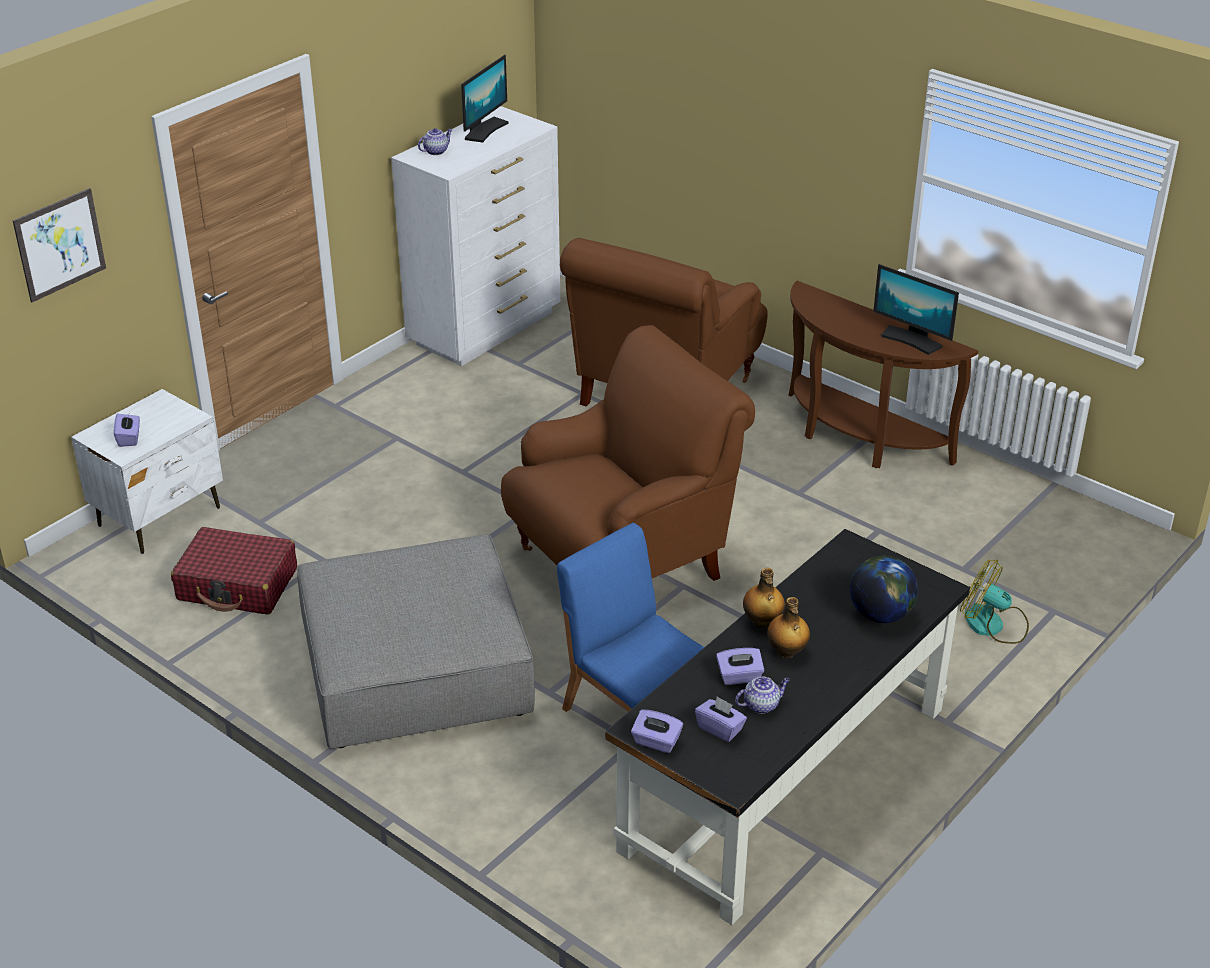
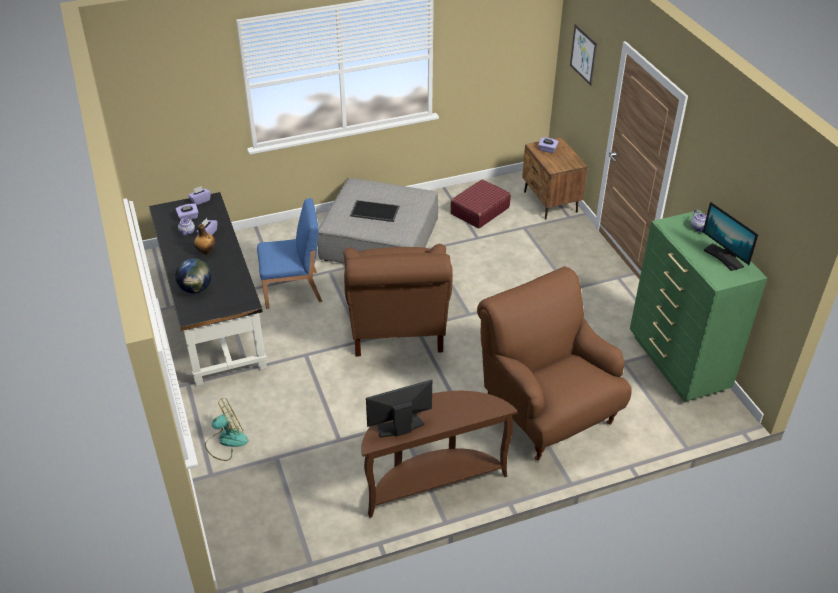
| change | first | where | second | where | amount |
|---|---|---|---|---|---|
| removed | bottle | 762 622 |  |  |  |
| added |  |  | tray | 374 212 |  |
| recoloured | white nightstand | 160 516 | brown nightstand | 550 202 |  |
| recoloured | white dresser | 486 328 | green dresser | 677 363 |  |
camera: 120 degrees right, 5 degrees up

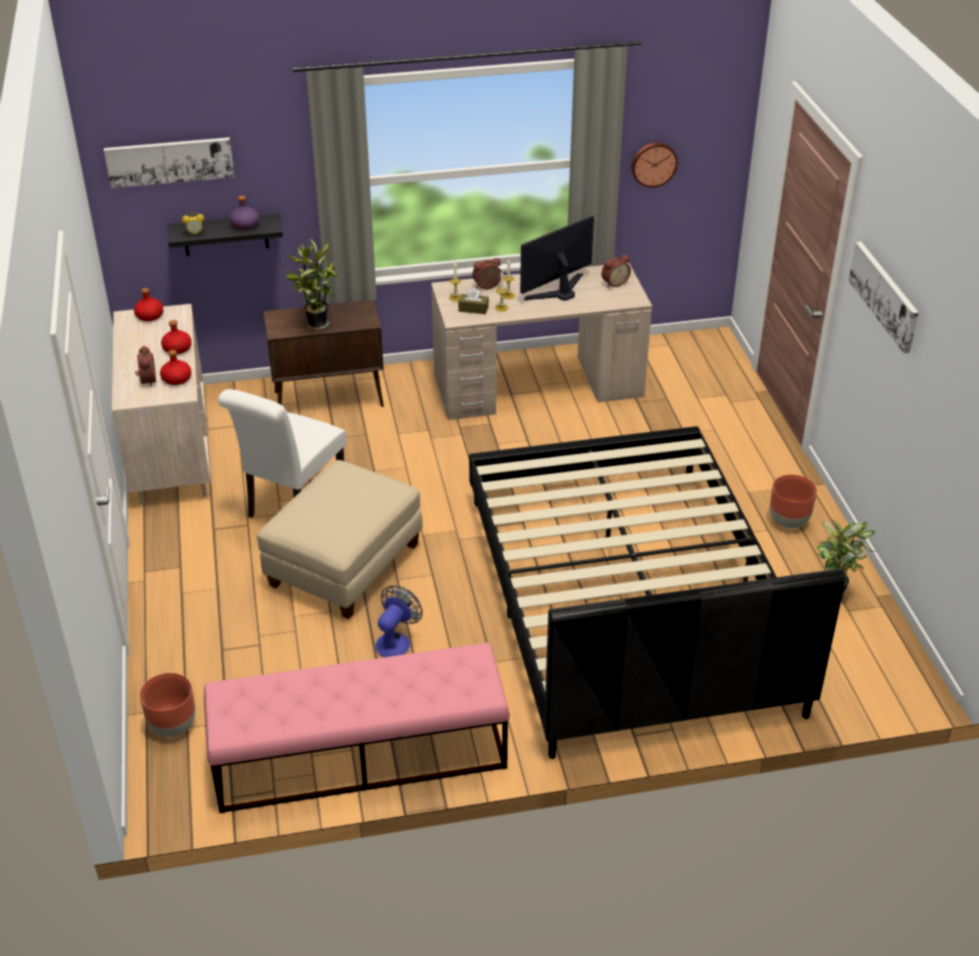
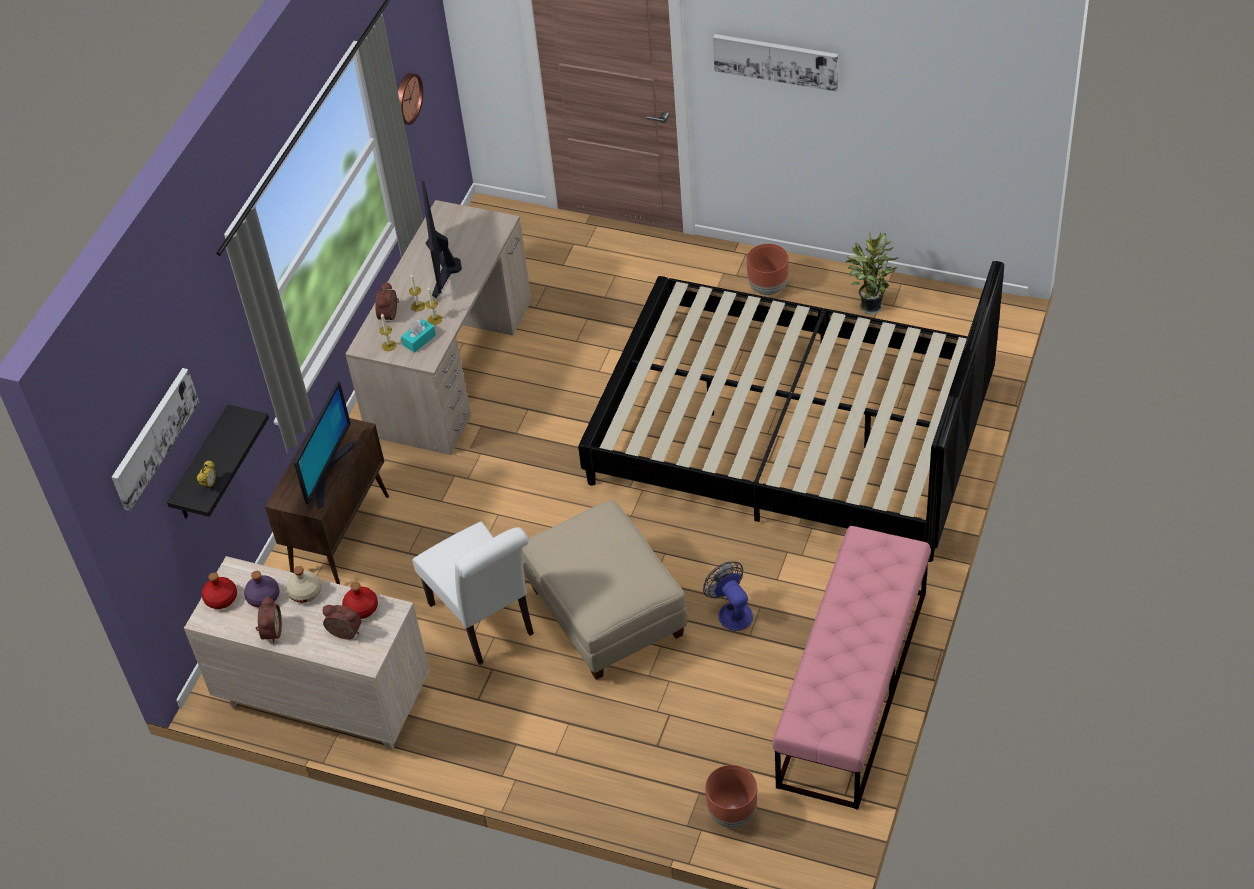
| change | first | where | second | where | amount |
|---|---|---|---|---|---|
| moved | purple bottle | 245 225 |  | 263 597 |  |
| moved | alarm clock | 614 283 |  | 270 632 |  |
| replaced | potted plant | 315 324 | monitor | 326 473 |  |
| recoloured | red bottle | 177 348 | beige bottle | 305 592 |  |
| recoloured | brown tissue box | 473 309 | turquoise tissue box | 419 340 |  |
camera: 55 degrees left, 10 degrees up

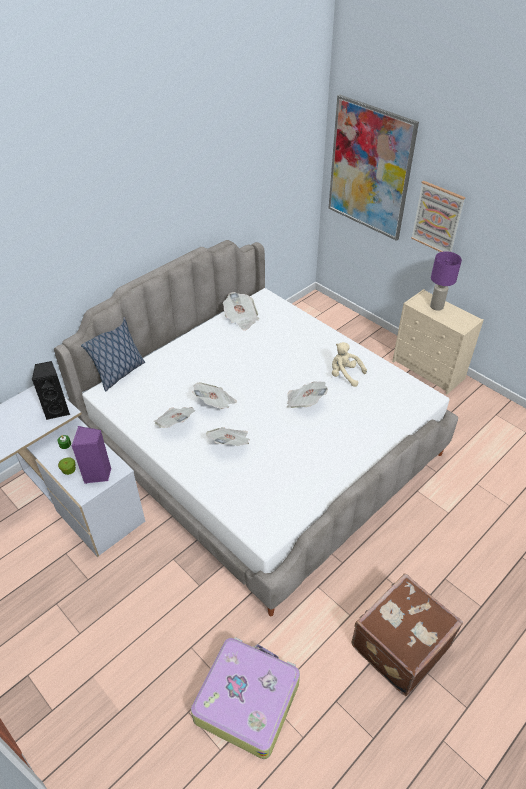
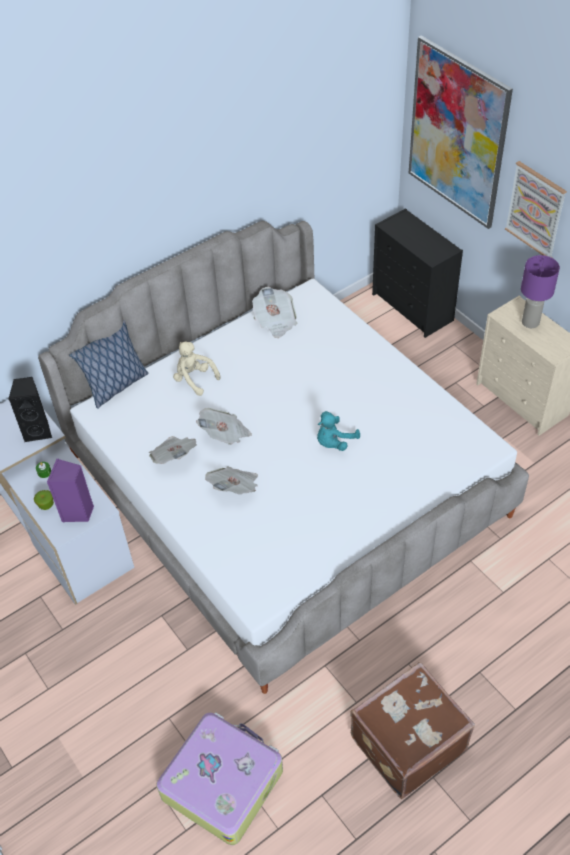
| change | first | where | second | where | amount |
|---|---|---|---|---|---|
| added |  |  | black dresser | 413 308 |  |
| moved | beige plush toy | 345 375 |  | 194 379 |  |
| replaced | newspaper | 305 402 | turquoise plush toy | 334 442 |  |
camera: 10 degrees right, 5 degrees up

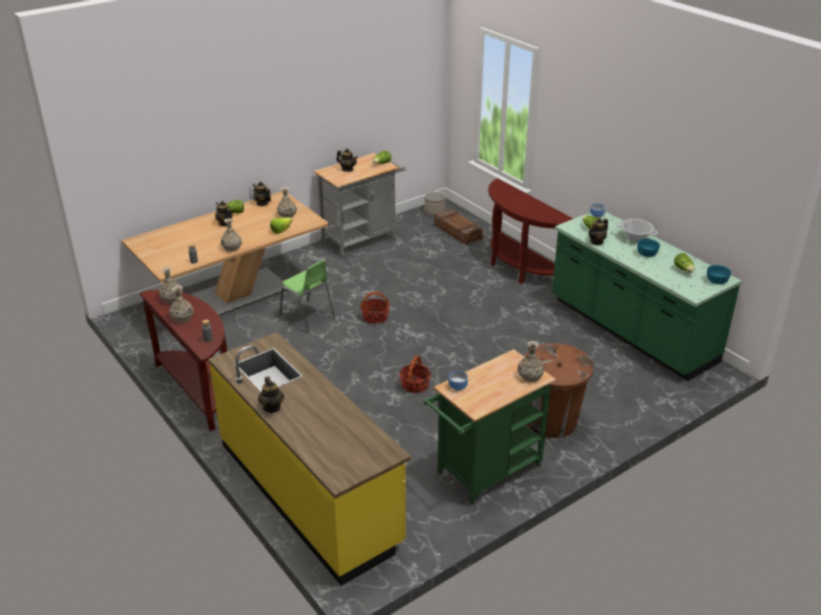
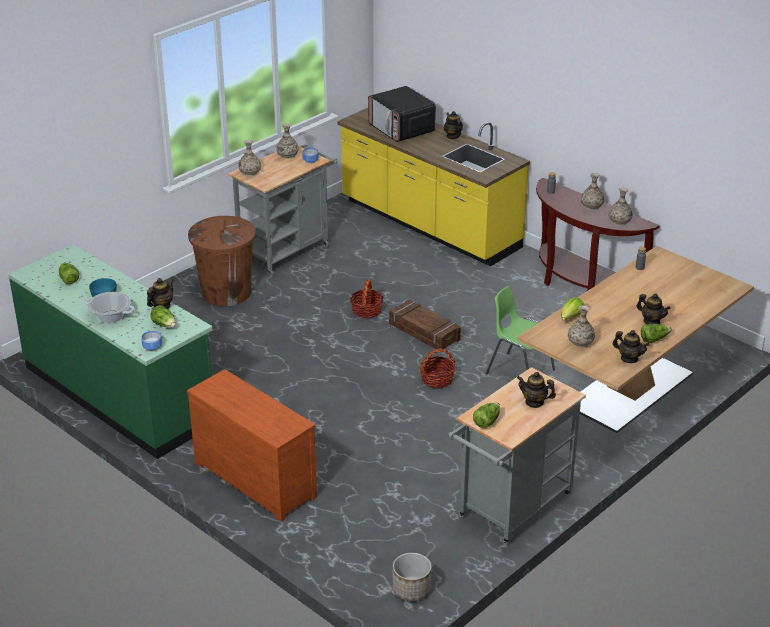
| change | first | where | second | where | amount |
|---|---|---|---|---|---|
| removed | turquoise bowl | 716 280 |  |  |  |
| added |  |  | microwave | 401 129 |  |
| moved | vase | 231 248 |  | 288 155 |  |
| moved | crate | 458 232 |  | 423 332 |  |
| replaced | brown console table | 519 268 | brown dresser | 257 478 |  |
| recoloured | green cart | 484 473 | grey cart | 288 250 |  |
camera: 170 degrees right, 0 degrees up

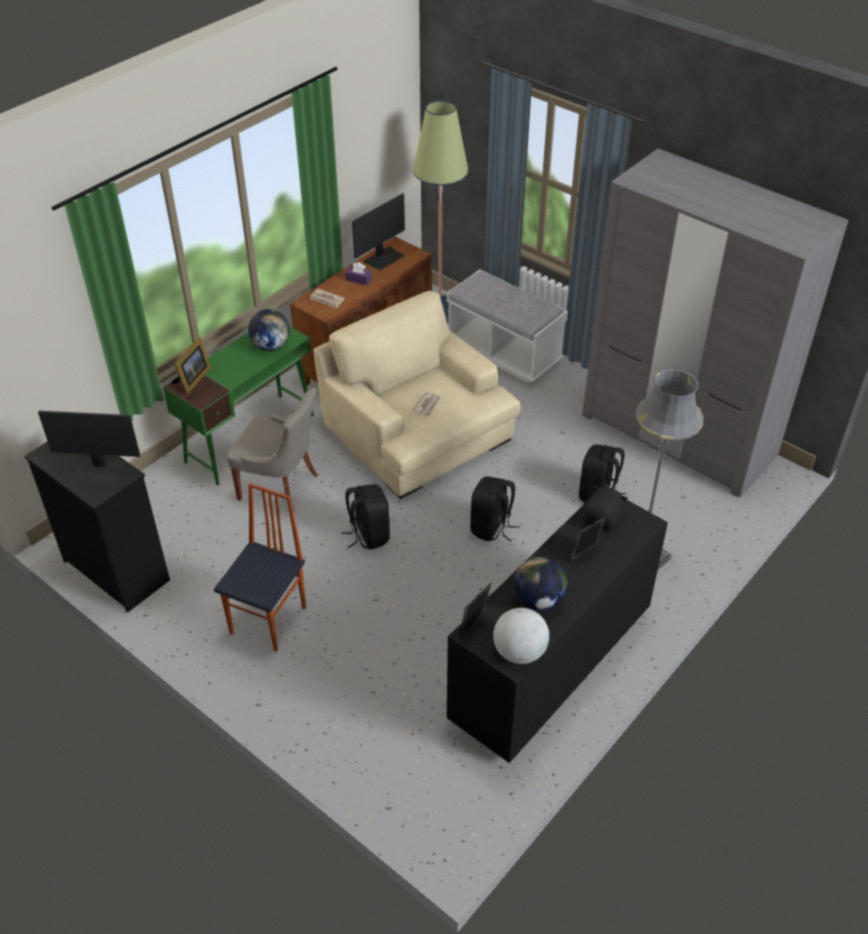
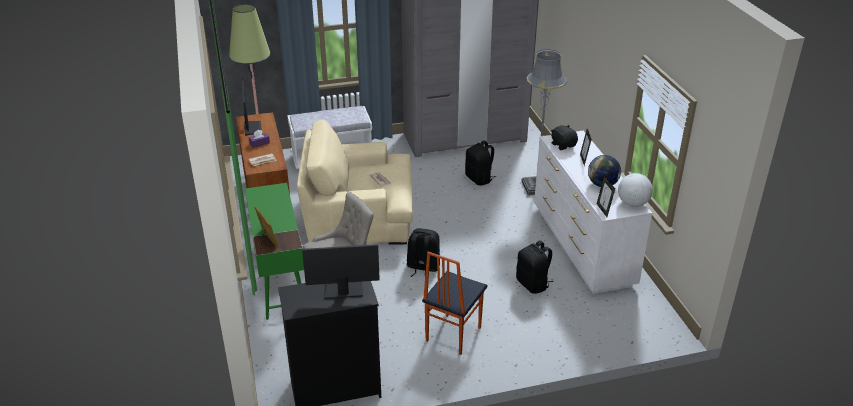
| change | first | where | second | where | amount |
|---|---|---|---|---|---|
| removed | globe | 271 346 |  |  |  |
| moved | black backpack | 491 528 |  | 533 284 |  |
| recoloured | black dresser | 550 666 | white dresser | 582 246 |  |
| turned | monitor | 98 472 |  | 343 291 | 135 degrees counterclockwise |
| turned | chair | 270 620 |  | 452 334 | 120 degrees counterclockwise |
camera: 55 degrees left, 10 degrees down

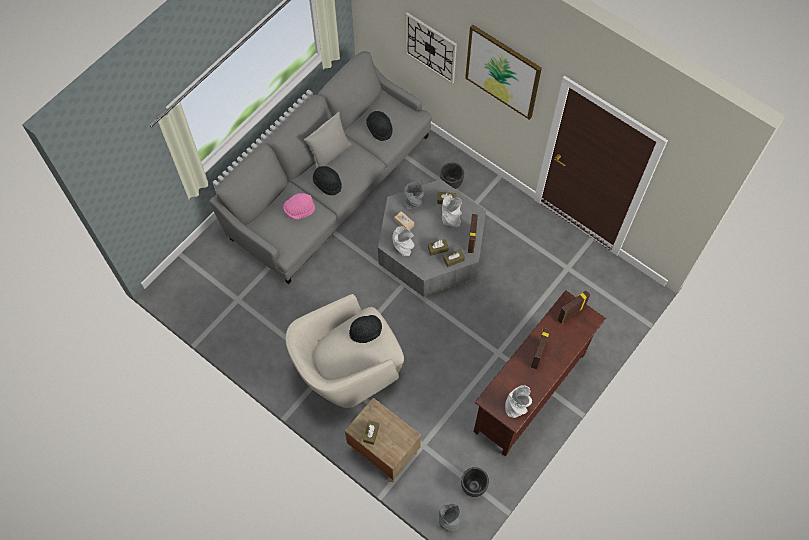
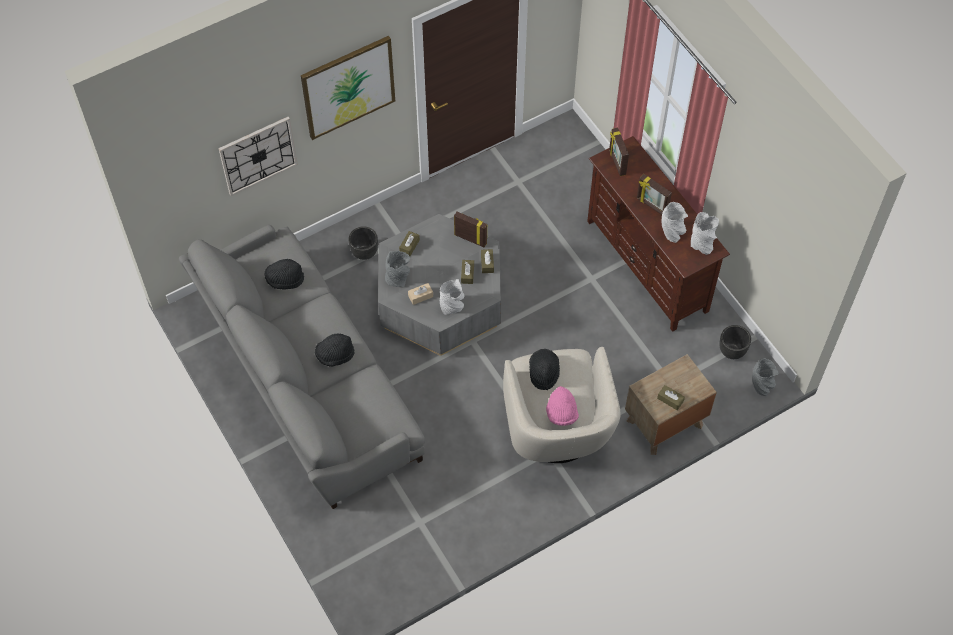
| change | first | where | second | where | amount |
|---|---|---|---|---|---|
| removed | grey pillow | 329 154 |  |  |  |
| moved | pink hat | 299 210 |  | 561 413 |  |
| moved | grey vase | 451 219 |  | 672 233 |  |
camera: 70 degrees left, 5 degrees down

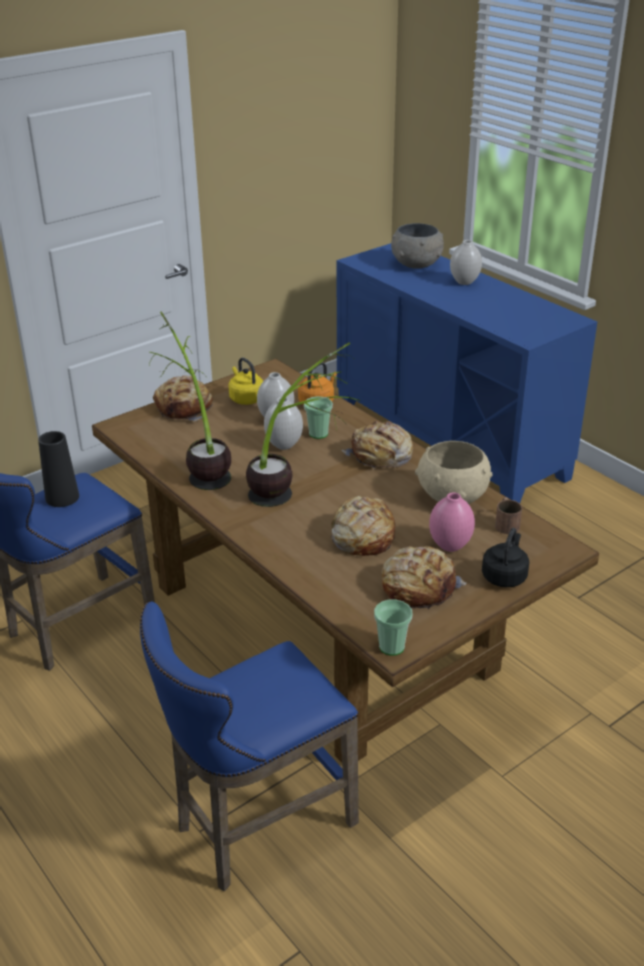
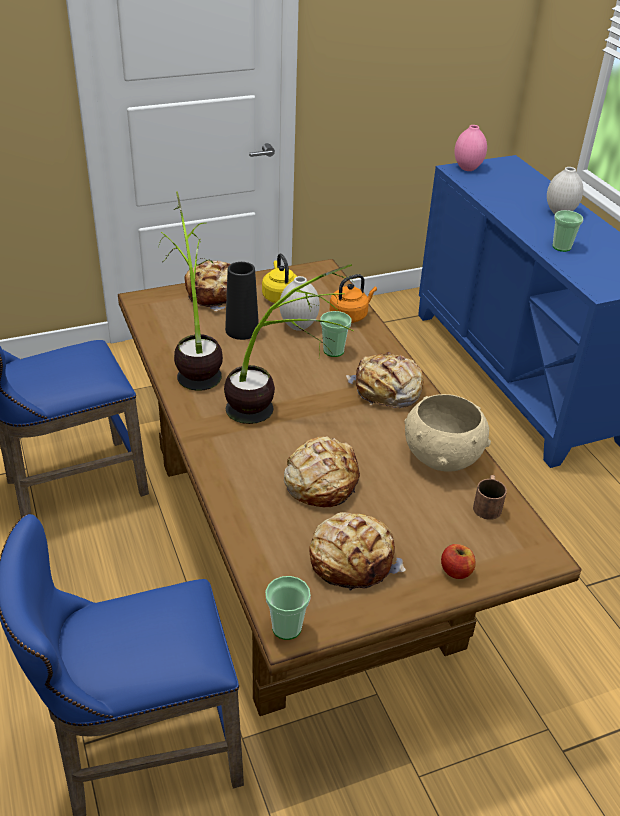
| change | first | where | second | where | amount |
|---|---|---|---|---|---|
| removed | white vase | 284 445 |  |  |  |
| removed | grey bowl | 416 264 |  |  |  |
| added |  |  | cup | 561 247 |  |
| moved | black vase | 62 497 |  | 242 330 |  |
| moved | pink vase | 449 546 |  | 467 168 |  |
| replaced | black kettle | 505 576 | apple | 456 571 |  |
camera: 15 degrees right, 5 degrees up

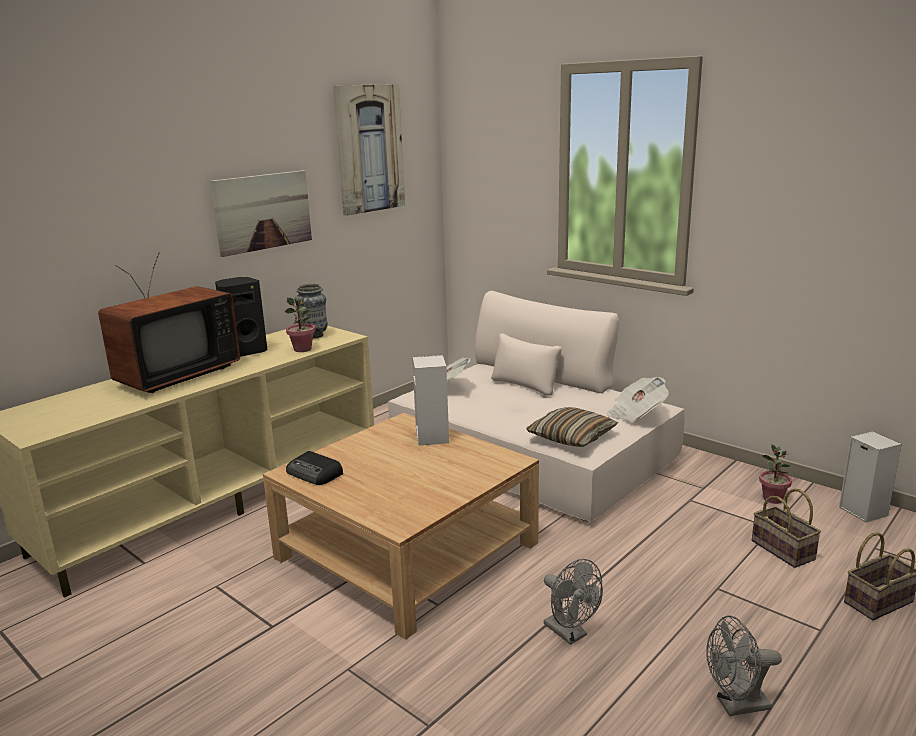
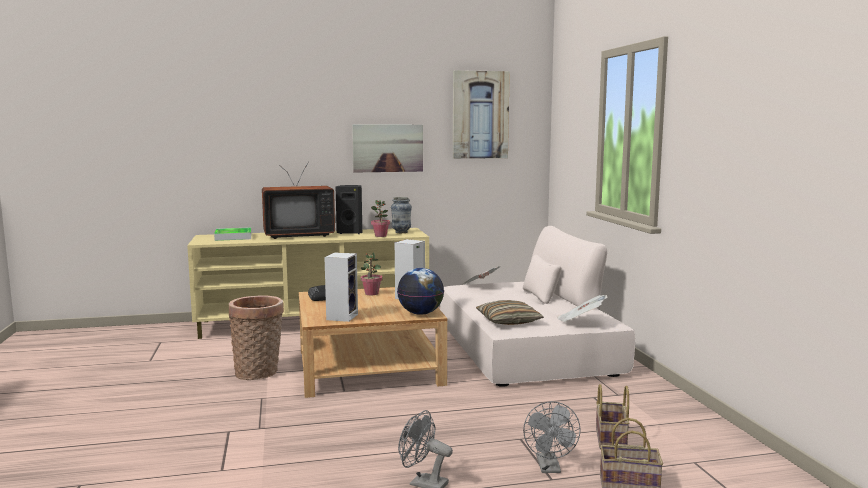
| change | first | where | second | where | amount |
|---|---|---|---|---|---|
| added |  |  | tray | 233 237 |  |
| added |  |  | basket | 259 373 |  |
| added |  |  | globe | 421 313 |  |
| moved | grey fan | 570 633 |  | 549 468 |  |
| moved | potted plant | 772 499 |  | 371 293 |  |
| moved | speaker | 861 511 |  | 342 316 |  |
camera: 35 degrees right, 10 degrees down

